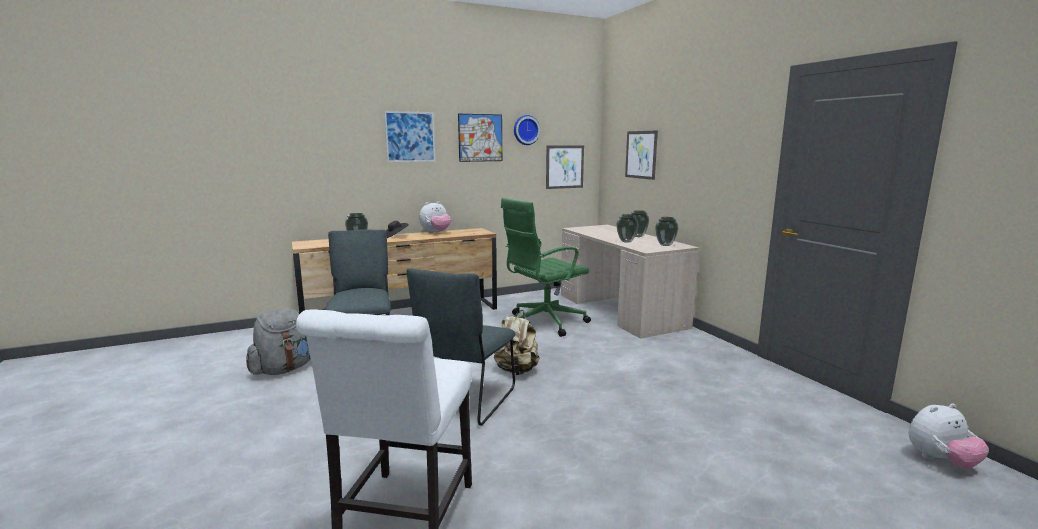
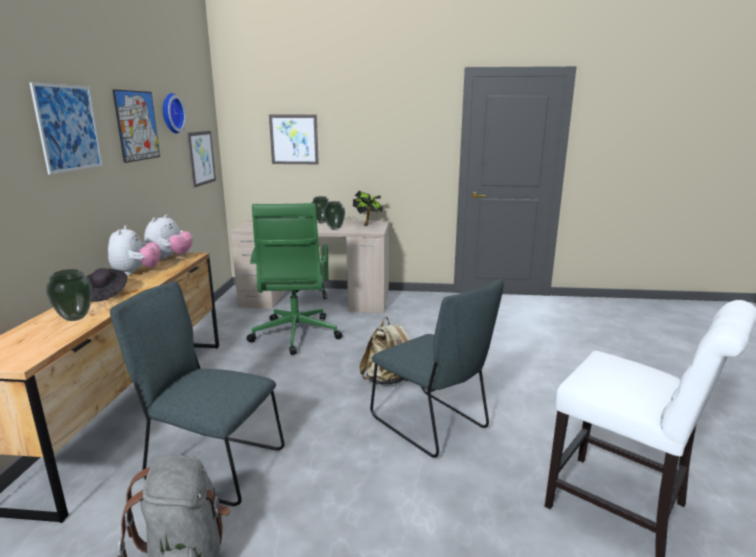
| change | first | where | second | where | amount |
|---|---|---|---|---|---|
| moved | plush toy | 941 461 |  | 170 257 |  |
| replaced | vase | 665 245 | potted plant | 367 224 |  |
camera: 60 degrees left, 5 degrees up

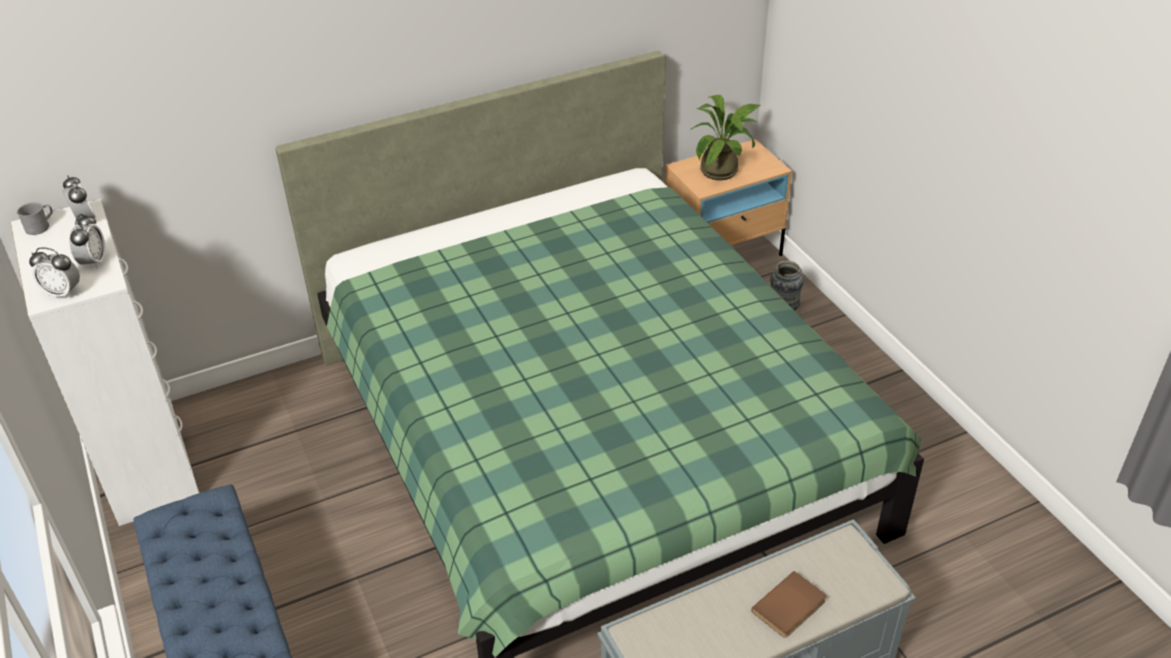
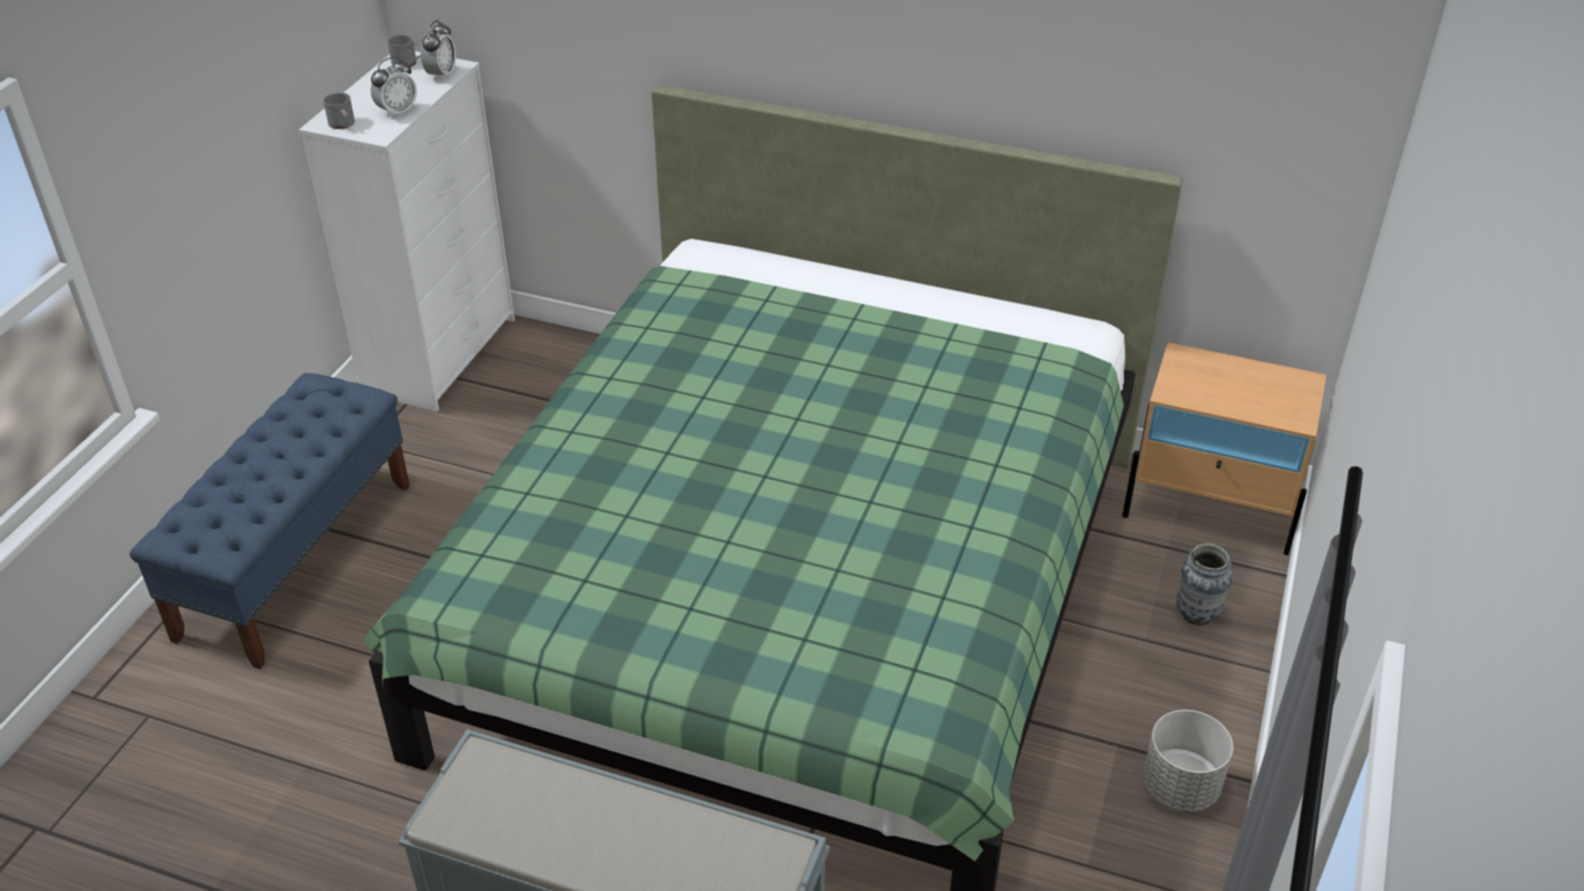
| change | first | where | second | where | amount |
|---|---|---|---|---|---|
| removed | potted plant | 723 170 |  |  |  |
| removed | brown book | 791 607 |  |  |  |
| added |  |  | grey planter | 1180 788 |  |
| replaced | alarm clock | 63 293 | grey mug | 343 125 |  |
camera: 45 degrees right, 0 degrees up

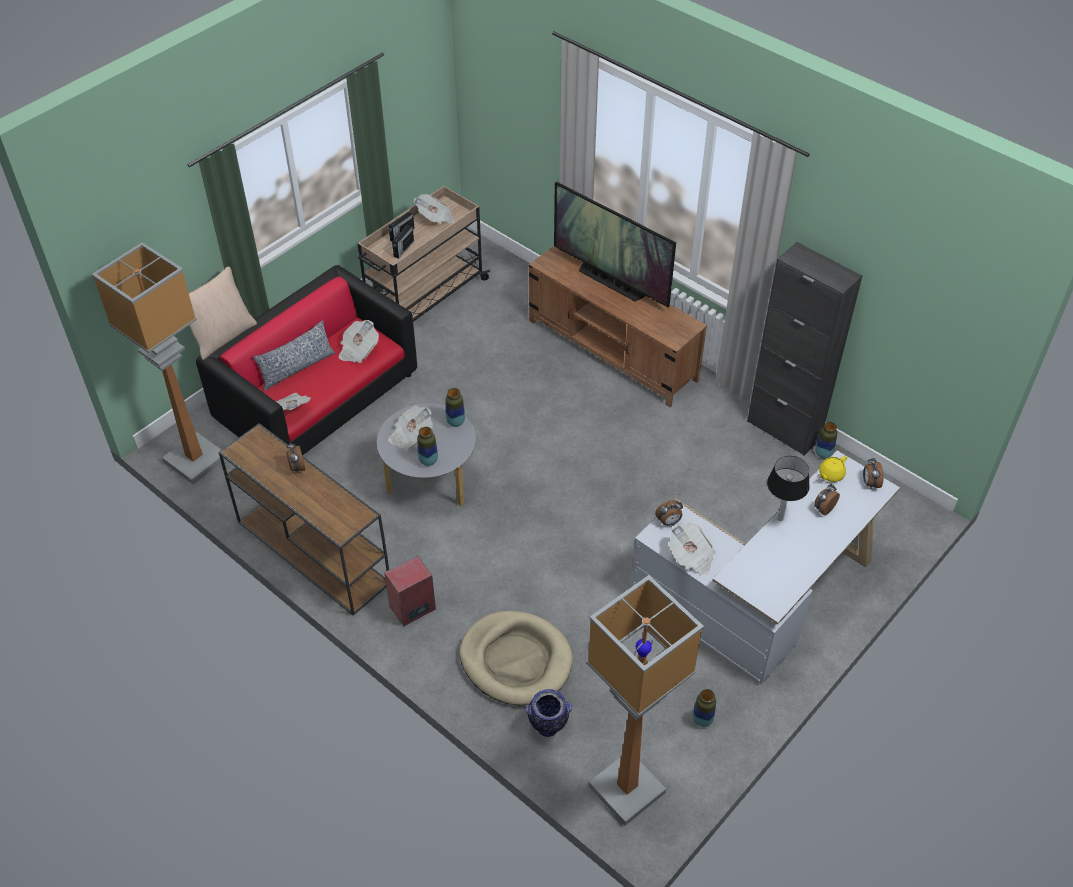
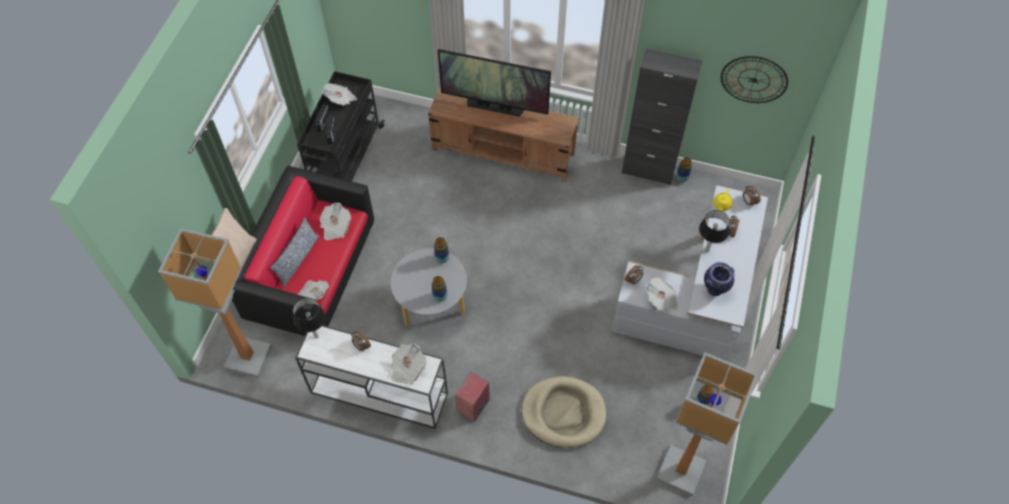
| change | first | where | second | where | amount |
|---|---|---|---|---|---|
| added |  |  | table lamp | 316 336 |  |
| added |  |  | wall clock | 754 80 |  |
| moved | newspaper | 411 436 |  | 407 369 |  |
| moved | vase | 548 727 |  | 715 289 |  |
| recoloured | brown console table | 311 551 | white console table | 377 393 |  |
| recoloured | beige cart | 424 299 | black cart | 345 160 |  |
camera: 25 degrees left, 10 degrees up

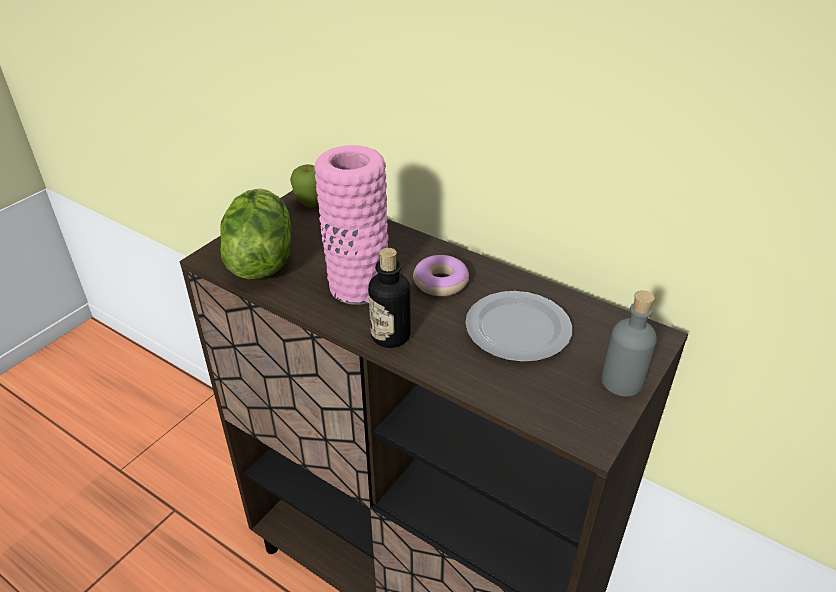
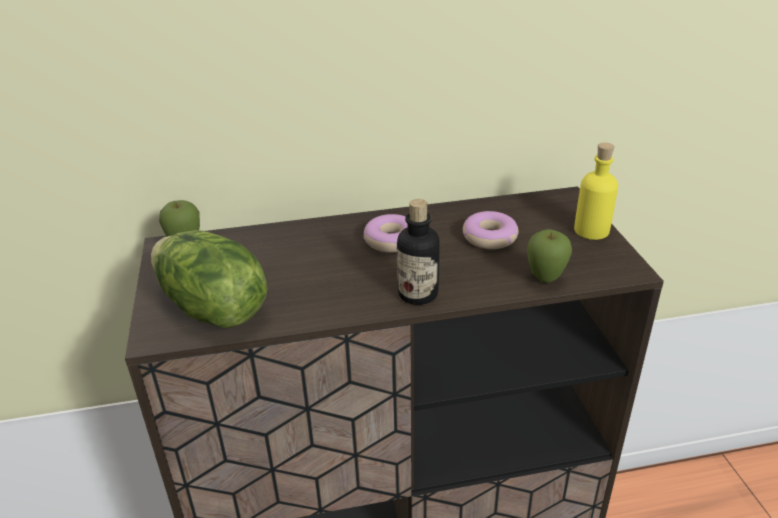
| change | first | where | second | where | amount |
|---|---|---|---|---|---|
| removed | pink vase | 358 285 |  |  |  |
| added |  |  | apple | 545 280 |  |
| replaced | plate | 519 328 | donut | 490 237 |  |
| recoloured | grey bottle | 622 381 | yellow bottle | 591 230 |  |
camera: 45 degrees left, 5 degrees down

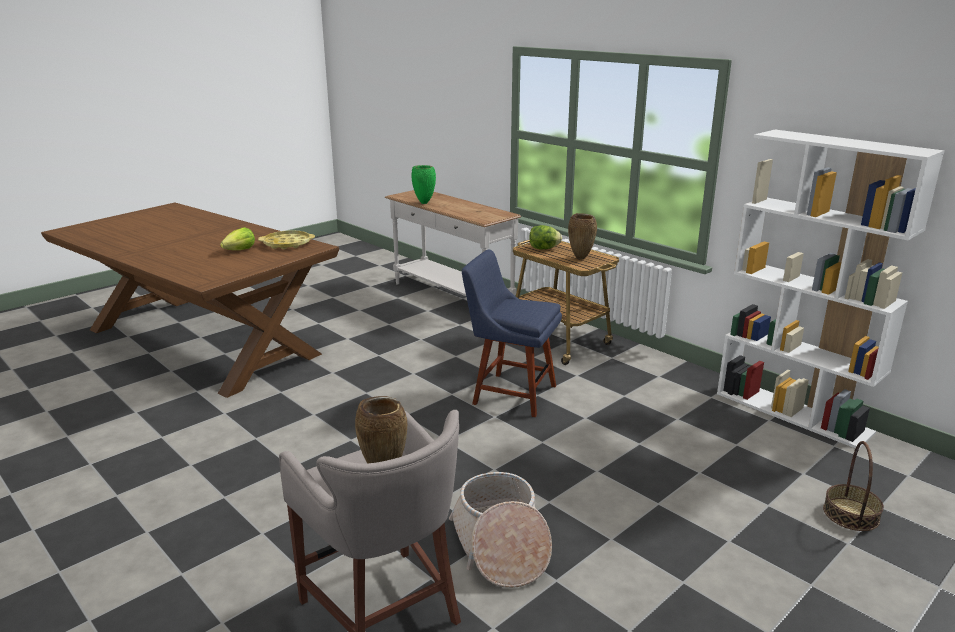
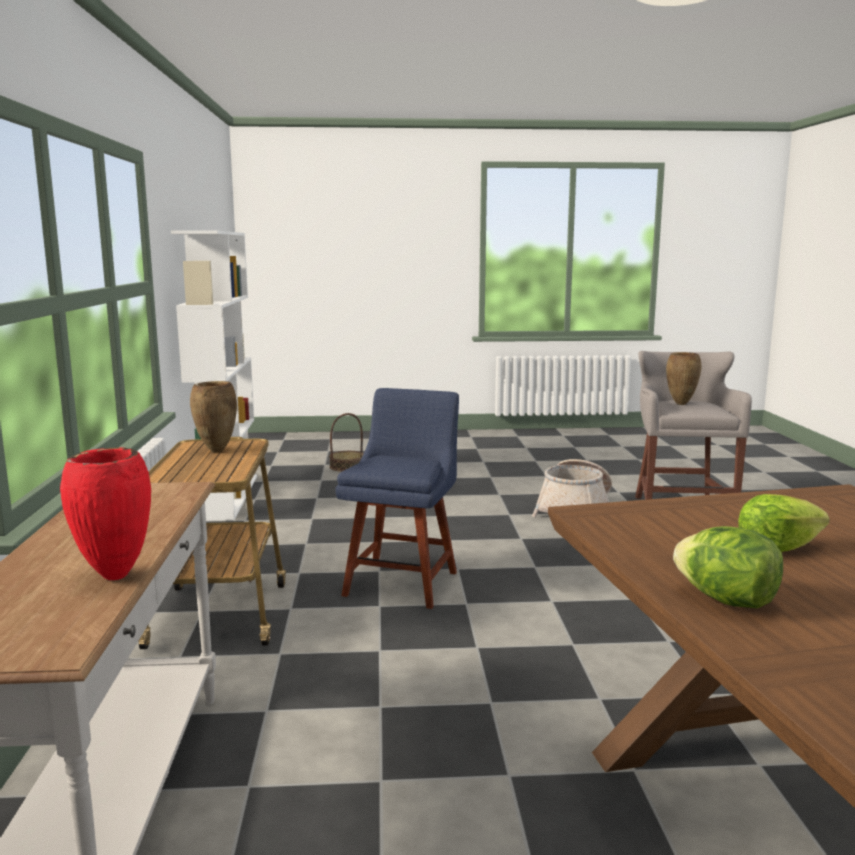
| change | first | where | second | where | amount |
|---|---|---|---|---|---|
| removed | yellow tray | 287 244 |  |  |  |
| moved | lettuce | 543 248 |  | 726 600 |  |
| recoloured | green vase | 424 203 | red vase | 113 577 |  |
| turned | blue chair | 510 393 |  | 403 581 | 135 degrees counterclockwise |
camera: 140 degrees left, 10 degrees down

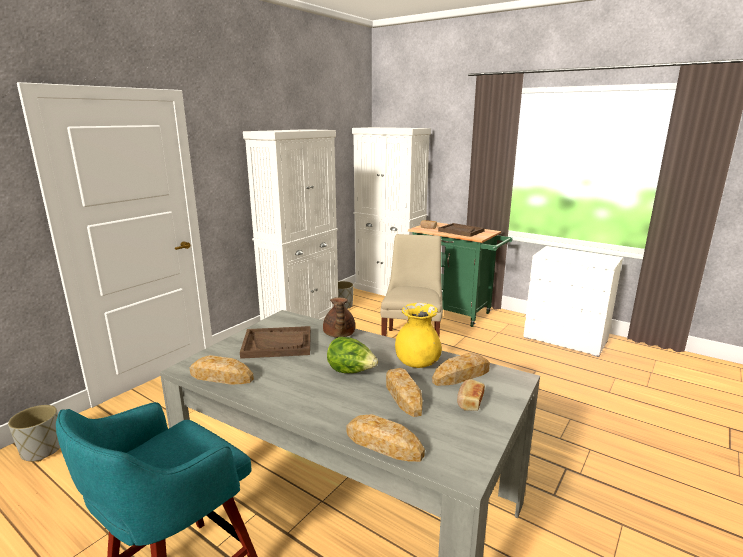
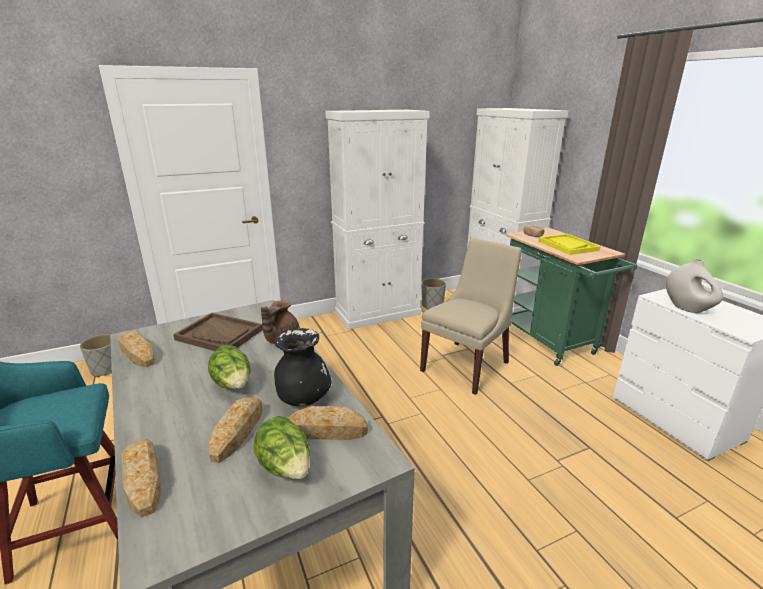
| change | first | where | second | where | amount |
|---|---|---|---|---|---|
| added |  |  | white vase | 687 308 |  |
| replaced | bread | 469 402 | lettuce | 286 468 |  |
| recoloured | yellow vase | 417 363 | black vase | 303 398 |  |
| recoloured | brown tray | 461 231 | yellow tray | 567 245 |  |
camera: 30 degrees right, 5 degrees up

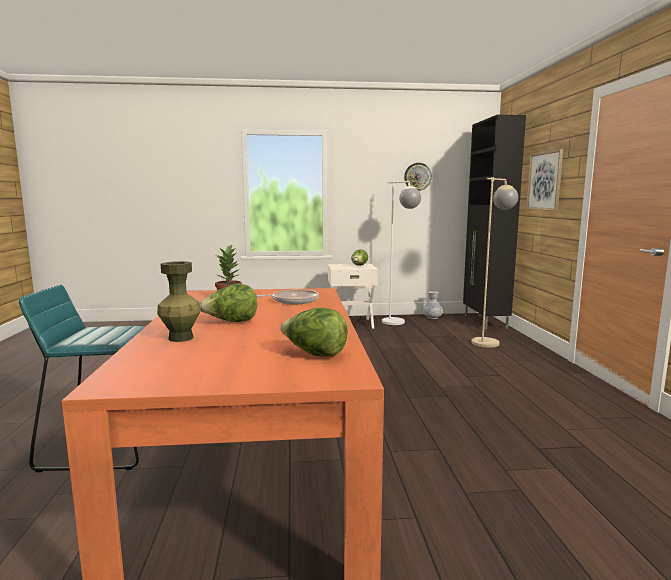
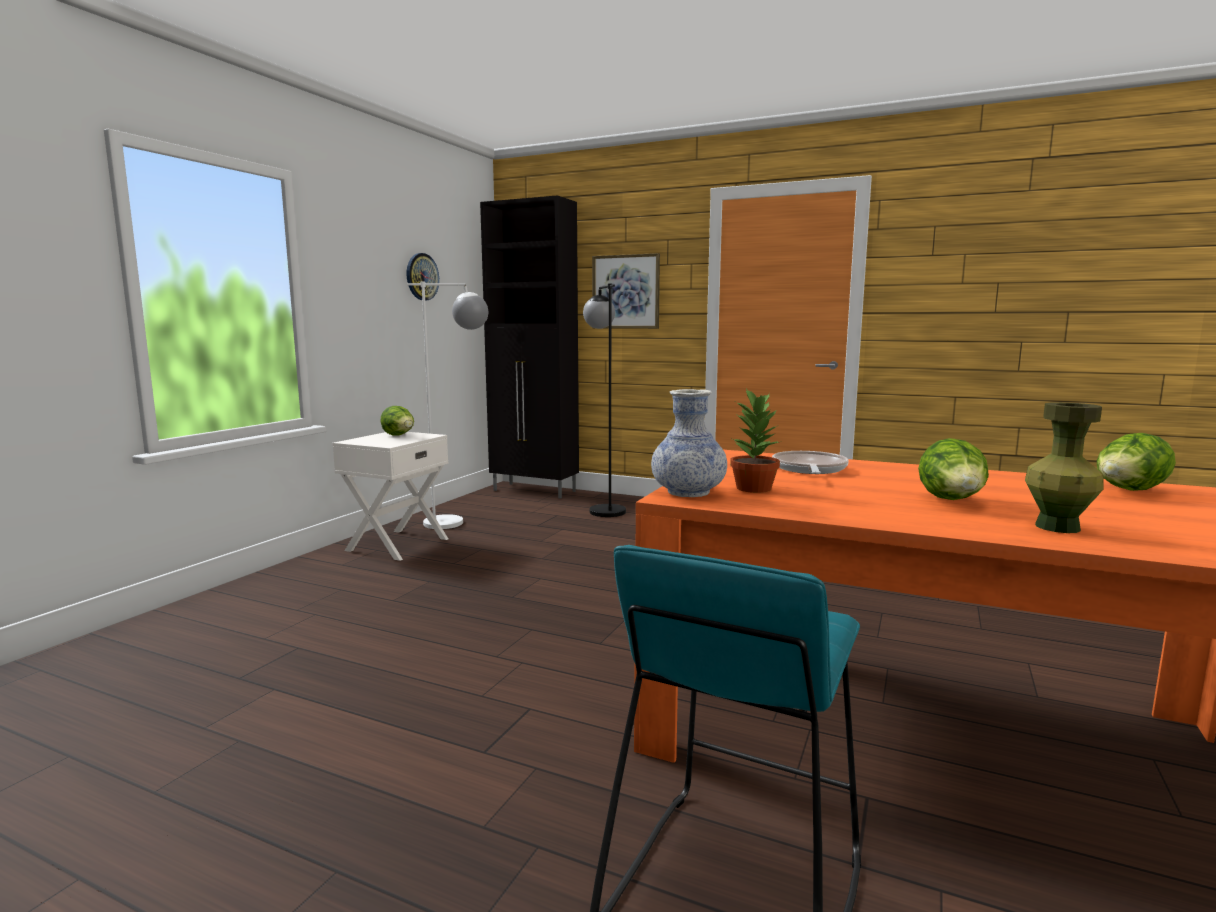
| change | first | where | second | where | amount |
|---|---|---|---|---|---|
| moved | vase | 432 317 |  | 688 492 |  |
| recoloured | beige floor lamp | 489 341 | black floor lamp | 603 508 |  |
camera: 60 degrees left, 0 degrees up

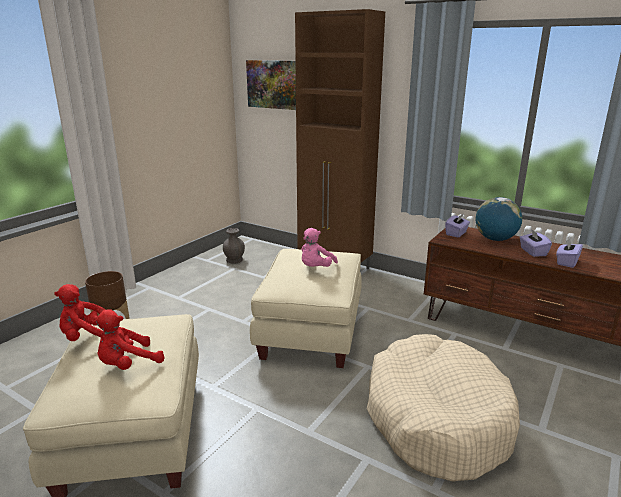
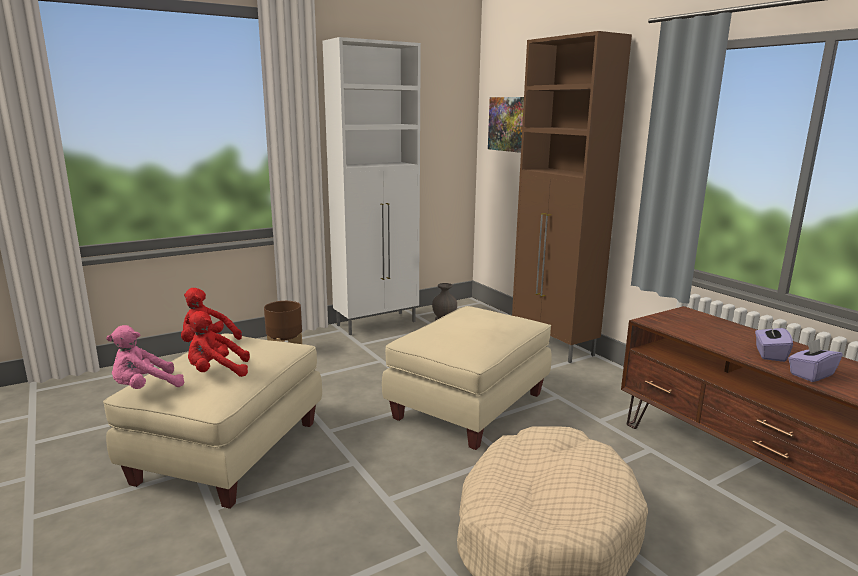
| change | first | where | second | where | amount |
|---|---|---|---|---|---|
| removed | purple tissue box | 456 233 |  |  |  |
| removed | globe | 495 239 |  |  |  |
| added |  |  | white cabinet | 377 323 |  |
| moved | pink plush toy | 316 268 |  | 145 388 |  |
camera: 25 degrees right, 5 degrees down

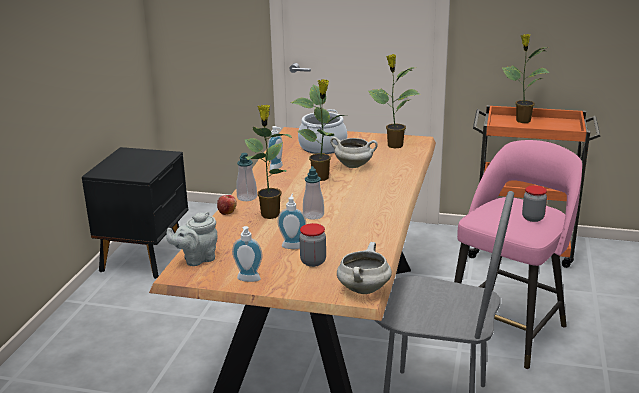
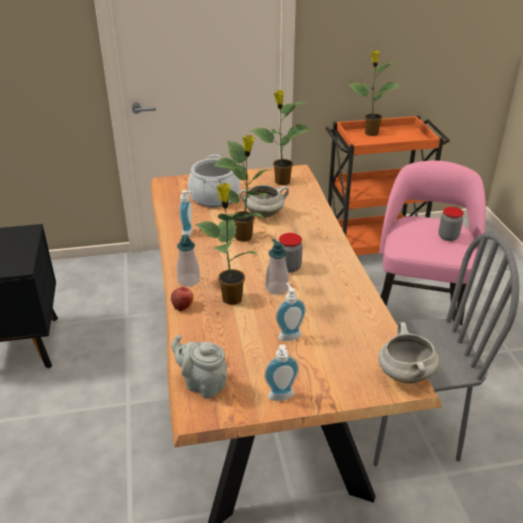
| change | first | where | second | where | amount |
|---|---|---|---|---|---|
| moved | jar | 313 261 |  | 289 267 |  |
| turned | grey teapot | 197 259 |  | 202 384 | 90 degrees clockwise |
camera: 25 degrees left, 10 degrees up

